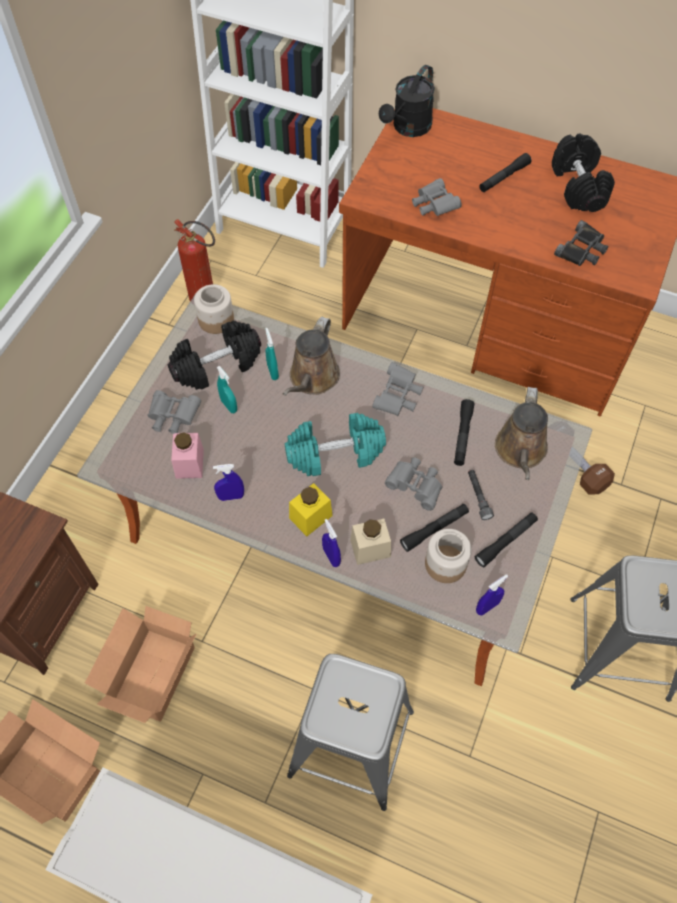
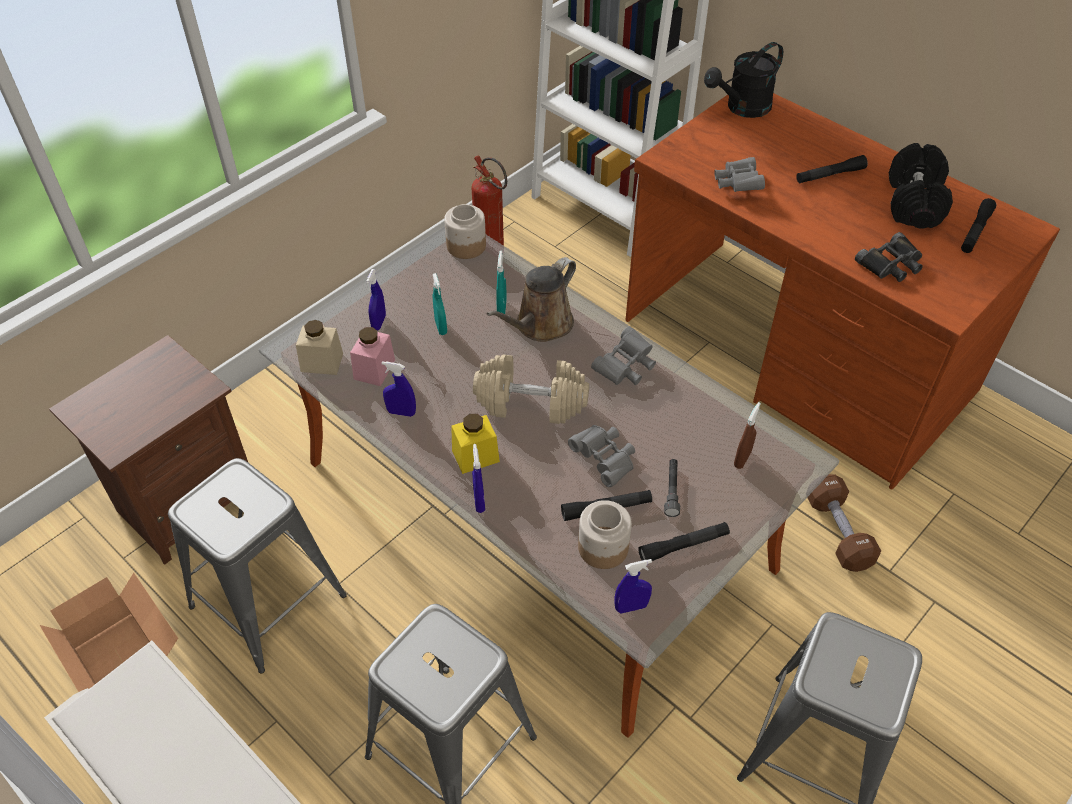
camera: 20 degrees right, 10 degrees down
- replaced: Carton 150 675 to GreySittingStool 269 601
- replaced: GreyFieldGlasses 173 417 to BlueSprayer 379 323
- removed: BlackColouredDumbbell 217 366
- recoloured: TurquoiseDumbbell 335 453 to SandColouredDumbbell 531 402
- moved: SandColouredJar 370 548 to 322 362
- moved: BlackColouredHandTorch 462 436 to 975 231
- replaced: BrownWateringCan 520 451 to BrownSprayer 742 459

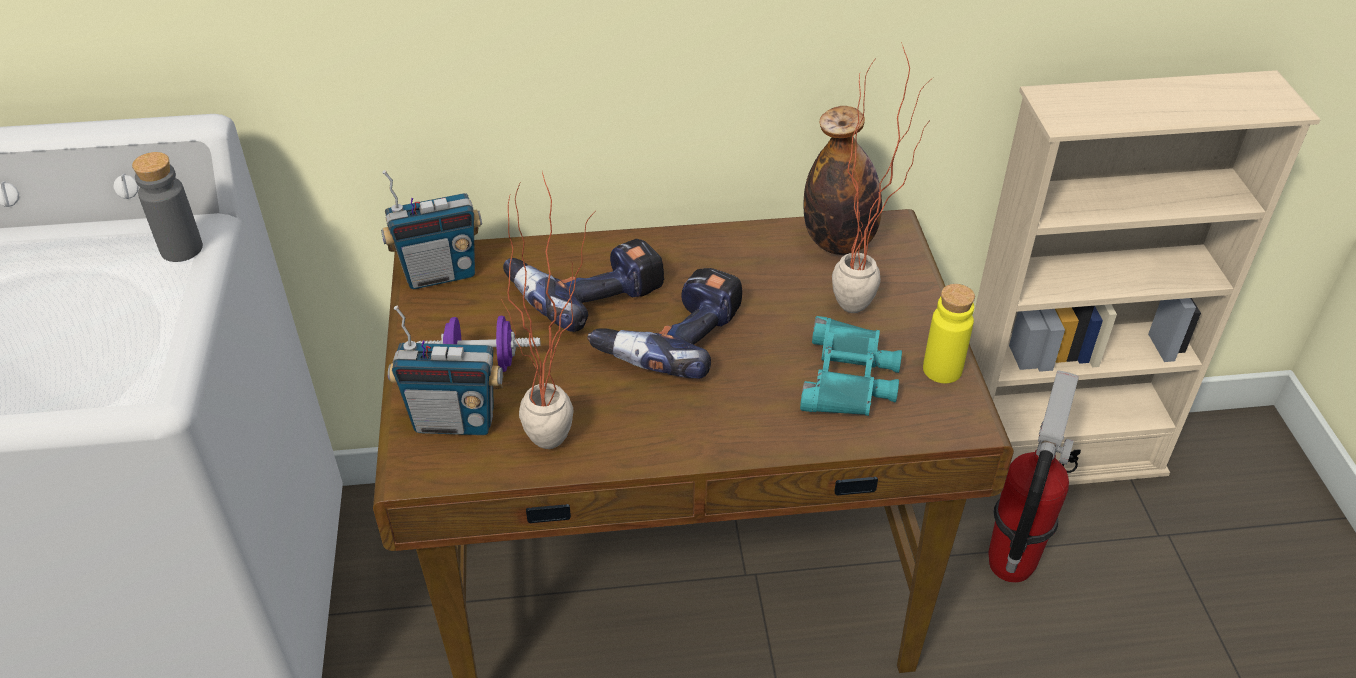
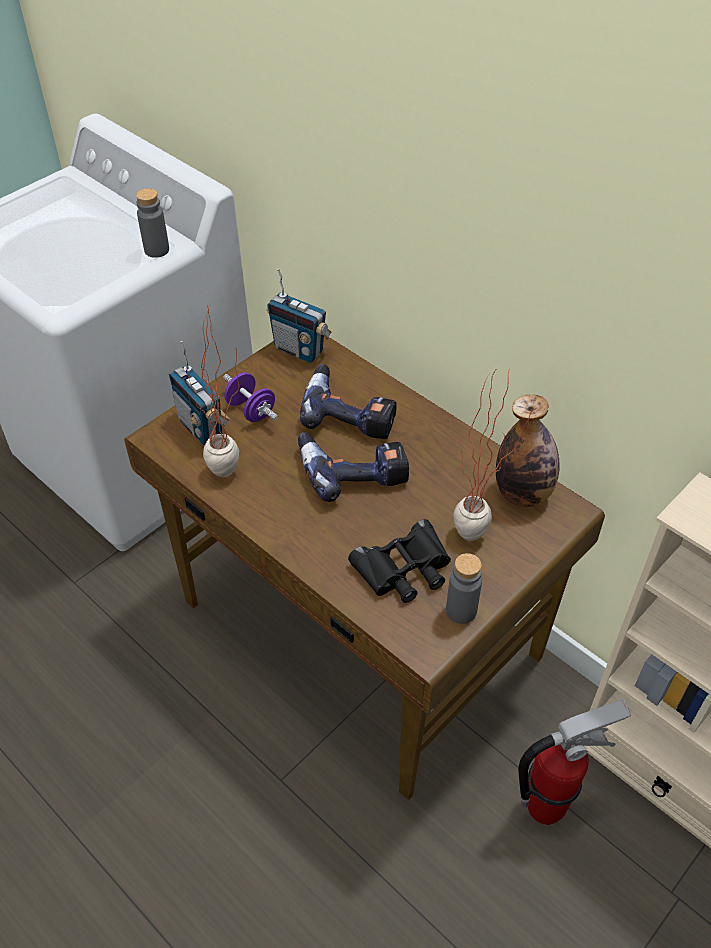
camera: 50 degrees right, 5 degrees up
- recoloured: TurquoiseFieldGlasses 850 378 to BlackColouredFieldGlasses 404 569
- recoloured: YellowColouredDrinkBottle 942 369 to GreyDrinkBottle 461 611

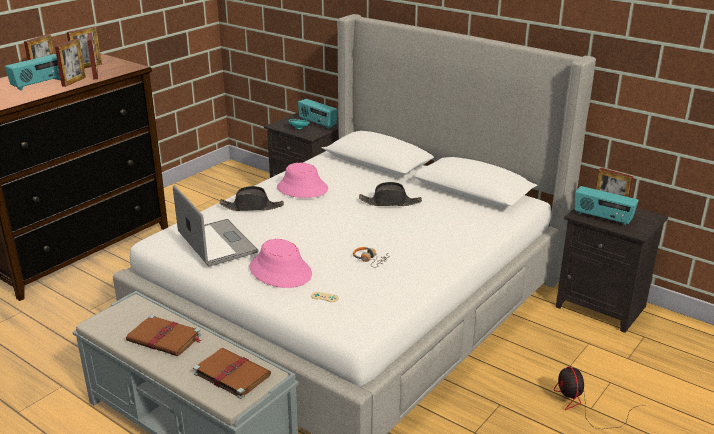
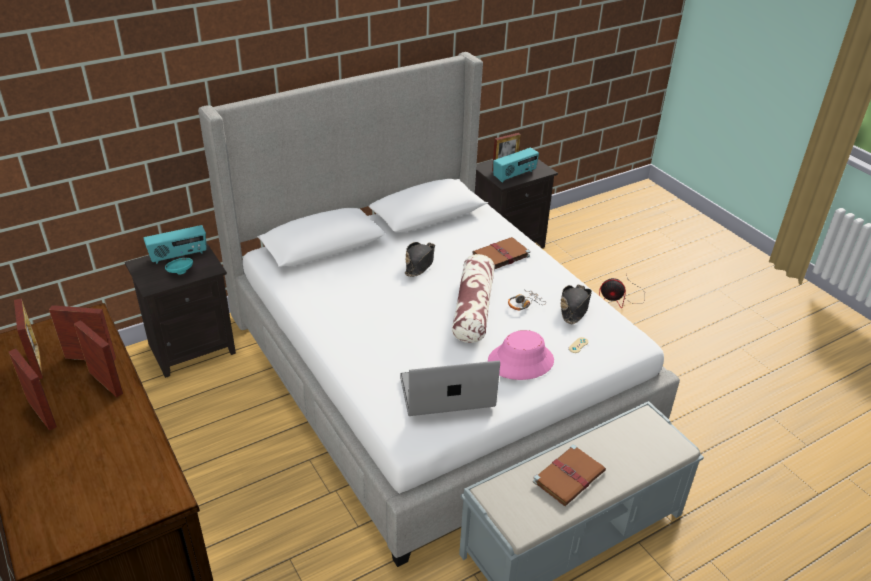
camera: 70 degrees left, 10 degrees up
- removed: RadioReceiver 39 84
- moved: BrownBoundBook 230 374 to 500 256
- moved: BlackColouredWearableHat 252 207 to 574 308
- removed: PinkColouredWearableHat 302 189
- added: ThrowPillow 473 308

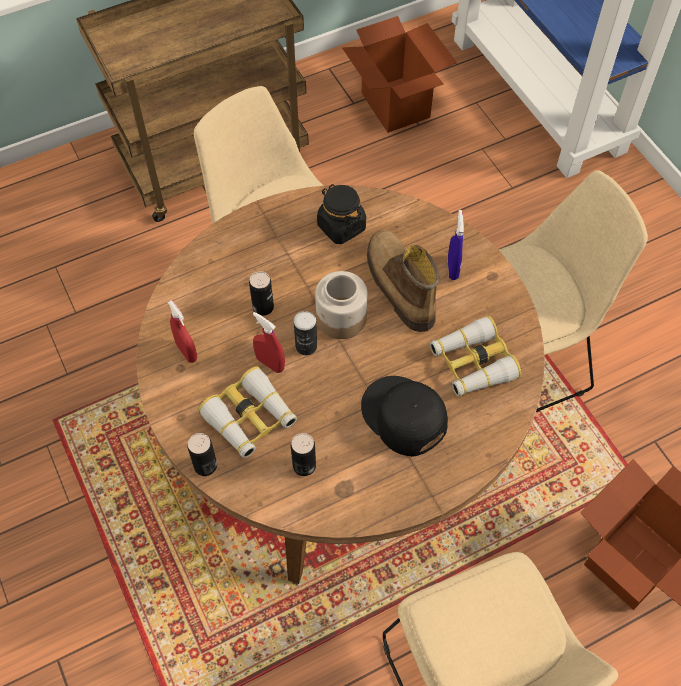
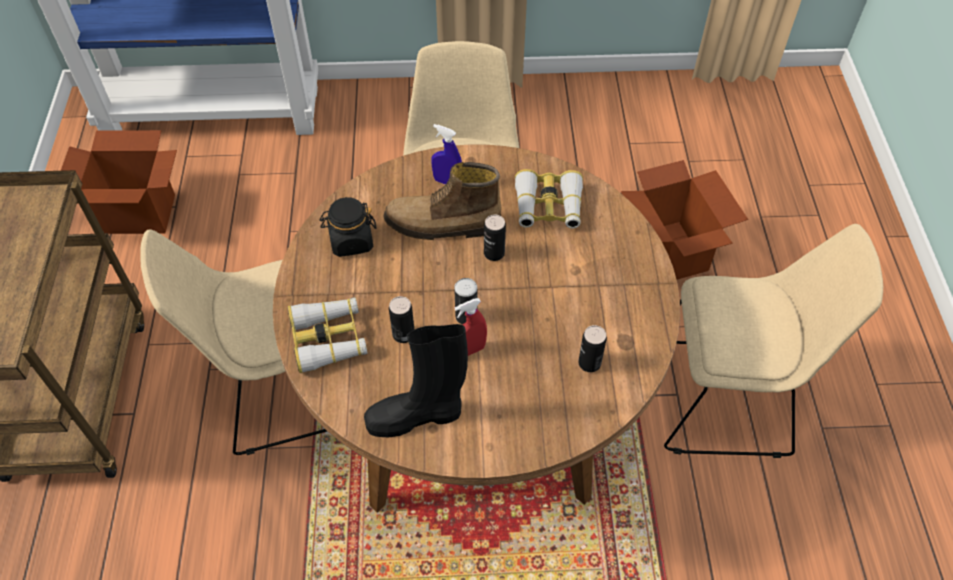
camera: 65 degrees left, 5 degrees down
- replaced: RedColouredSprayer 187 352 to BlackColouredBoot 417 416
- moved: SealedCan 205 466 to 494 253
- moved: FieldGlasses 250 418 to 329 339
- removed: Jar 341 319
- removed: BlackColouredPeakedCap 403 417

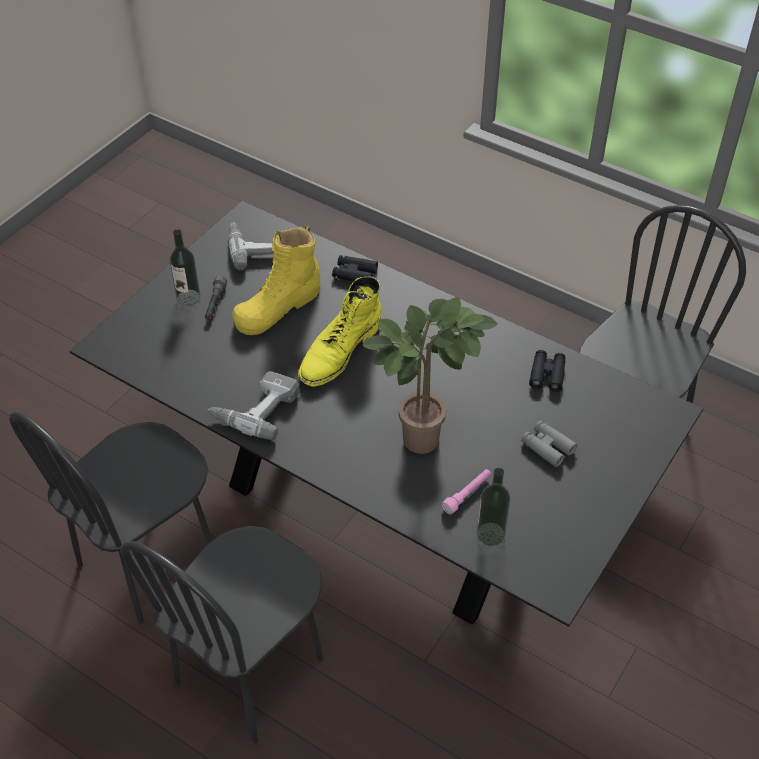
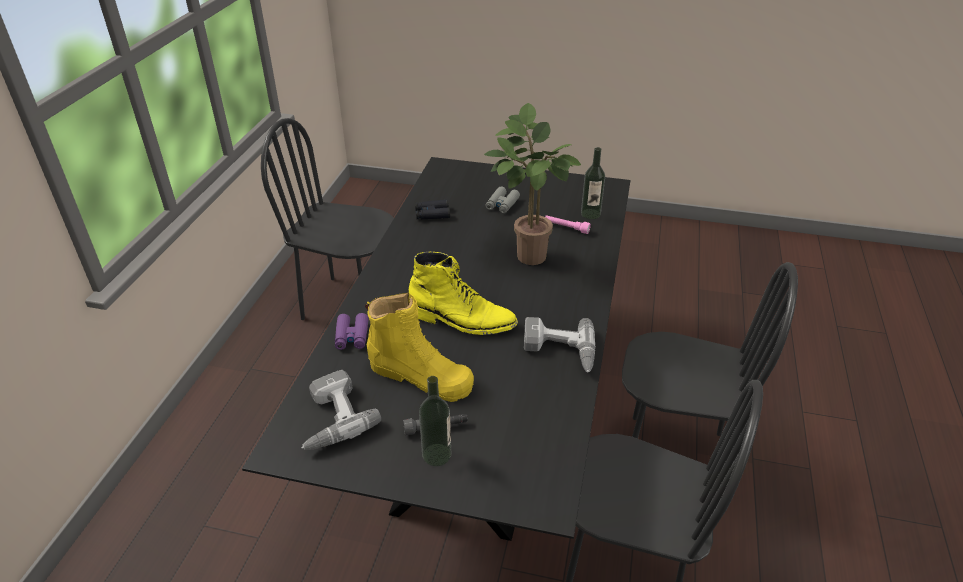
camera: 110 degrees left, 10 degrees down
- recoloured: BlackColouredFieldGlasses 354 274 to PurpleFieldGlasses 352 336

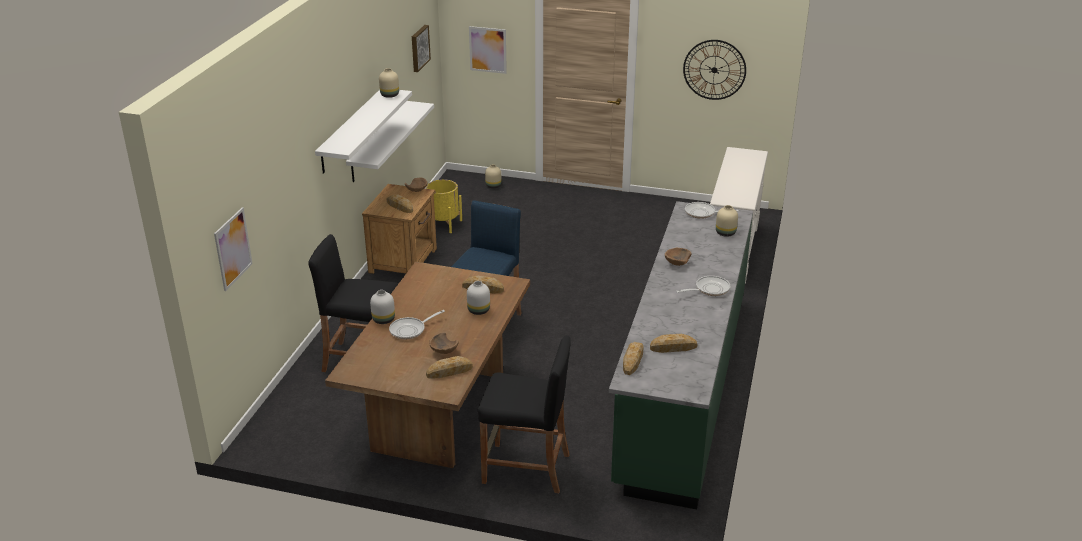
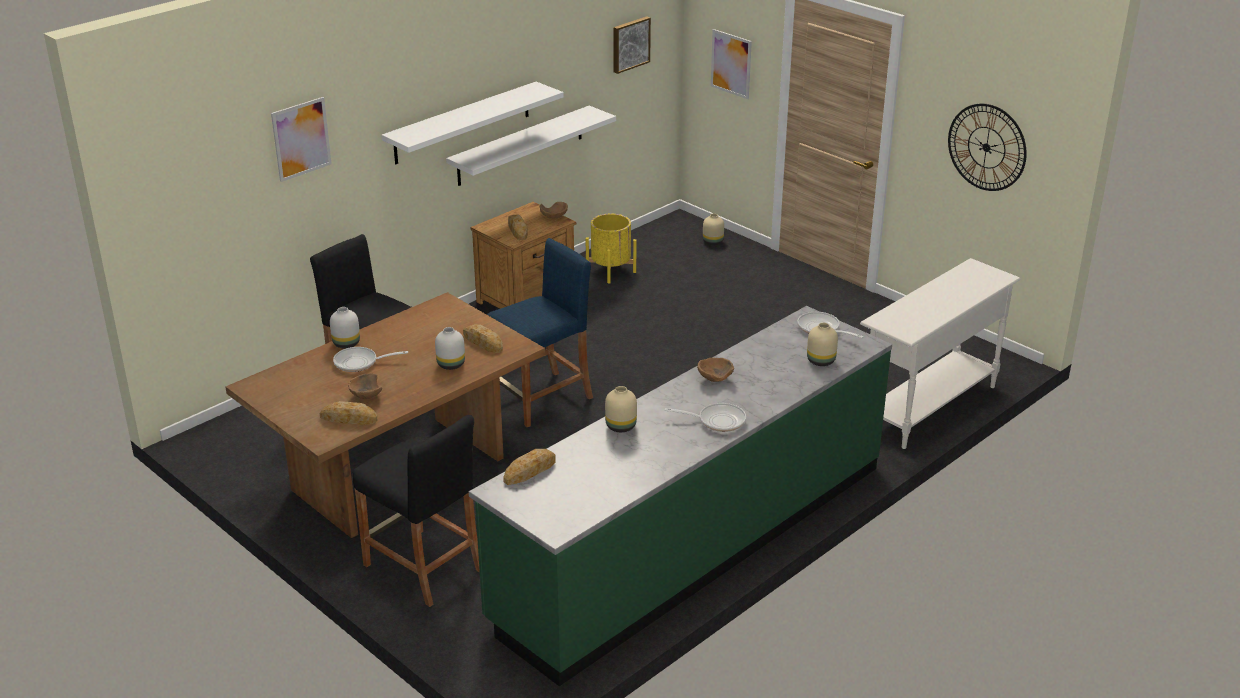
camera: 30 degrees right, 0 degrees up
- moved: WallPicture 233 249 to 301 139
- moved: SandColouredDecorativeVase 390 95 to 621 427
- removed: BakedBread 673 347

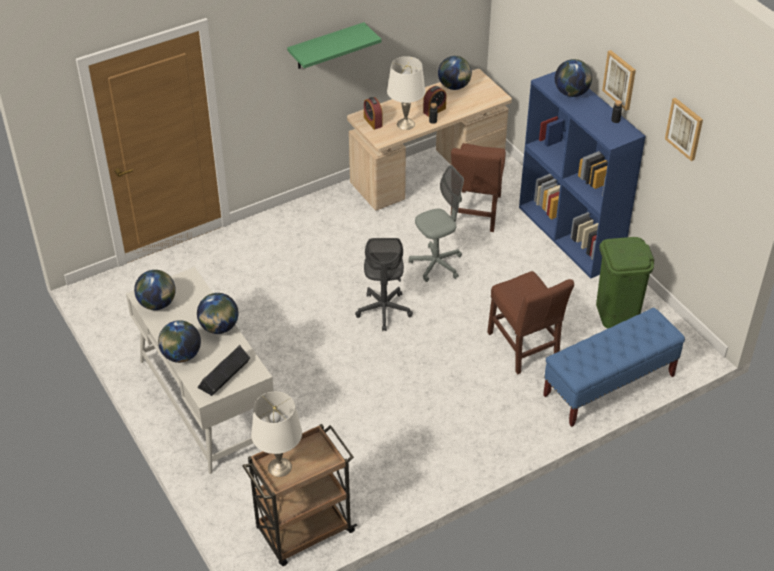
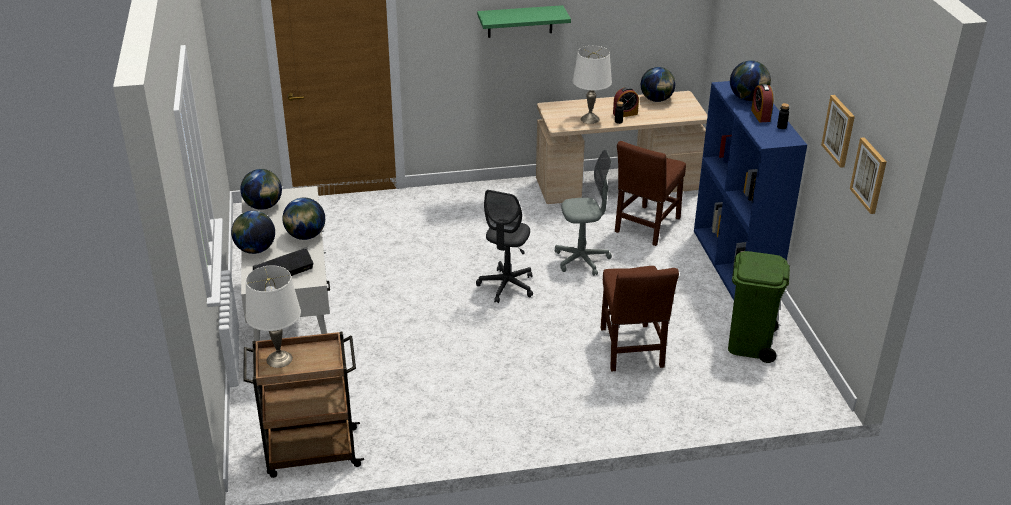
camera: 20 degrees right, 10 degrees down
- moved: BedsideClock 373 122 to 760 115
- removed: BlueBench 608 386
- moved: WallPicture 620 79 to 869 175

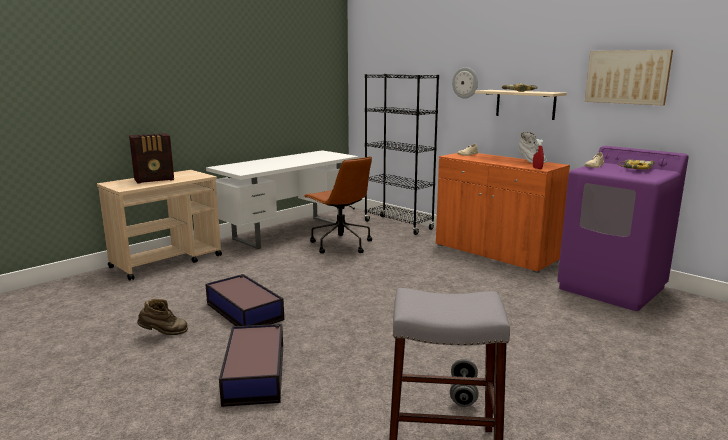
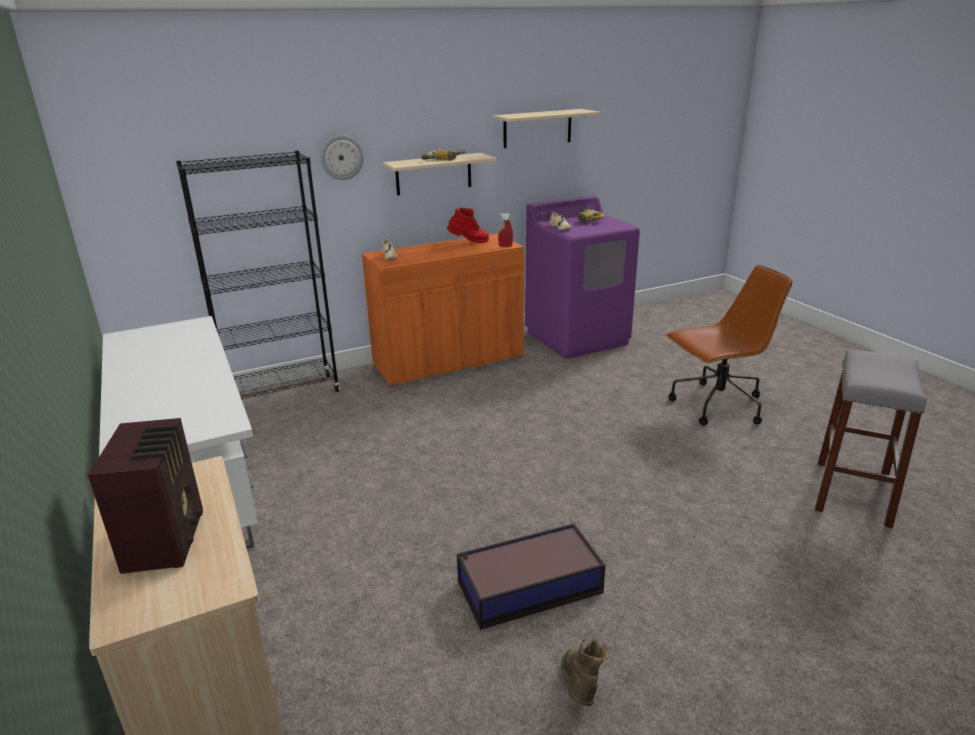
camera: 70 degrees left, 10 degrees up
- removed: StorageContainer 255 373
- moved: BrownOfficeChair 340 244 to 716 406
- removed: GreyDumbbell 463 393
- recoloured: WhitishBoot 530 162 to RedColouredBoot 468 242
- replaced: WallPicture 627 77 to SandColouredBracketShelf 537 128

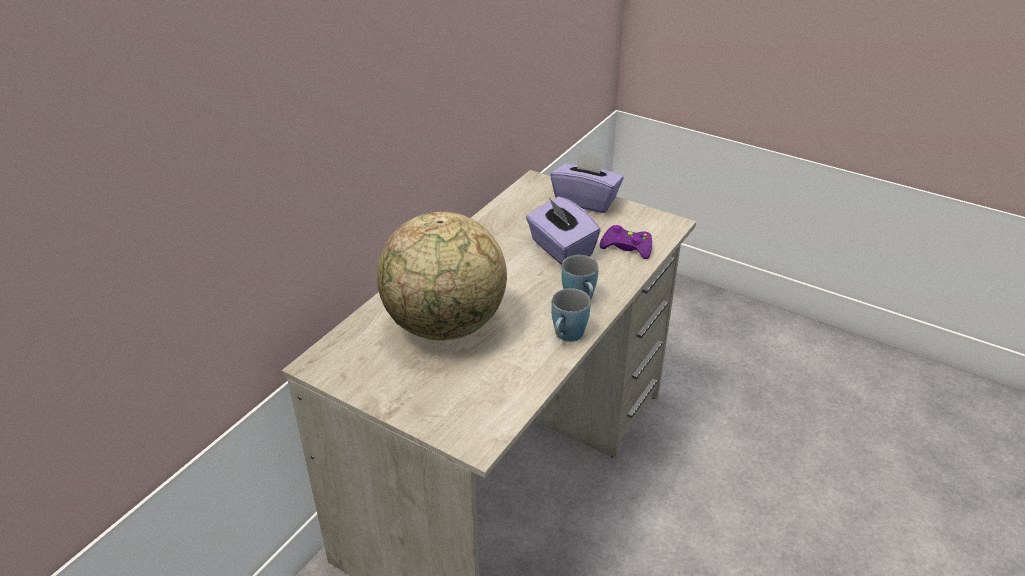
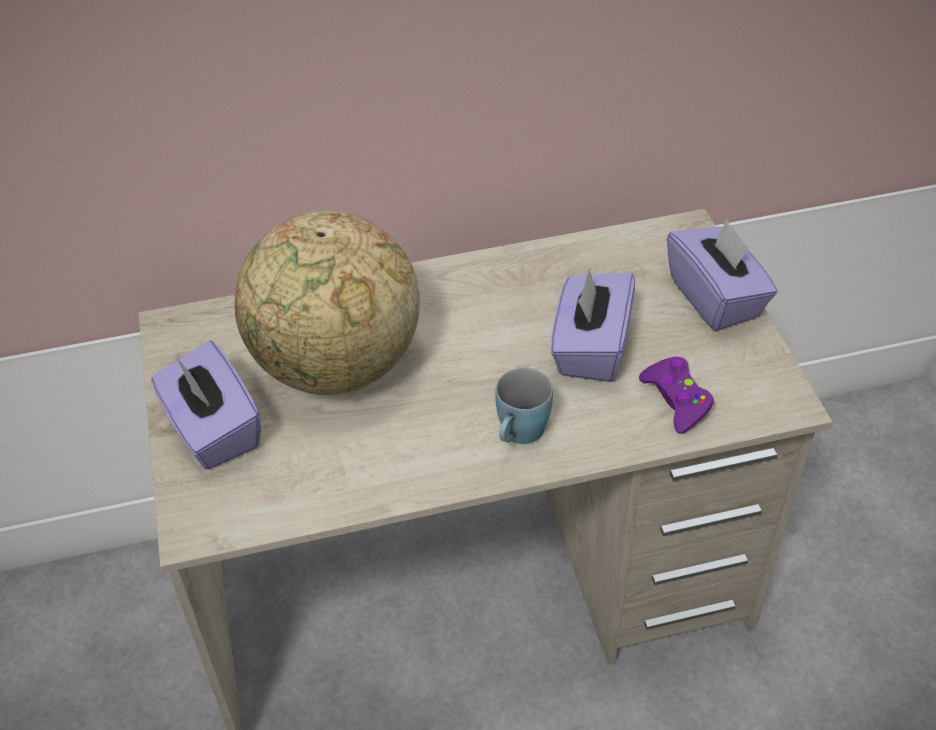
camera: 45 degrees right, 10 degrees up
- removed: BlueCoffeeMug 566 337
- added: PurpleTissueHolder 213 430

